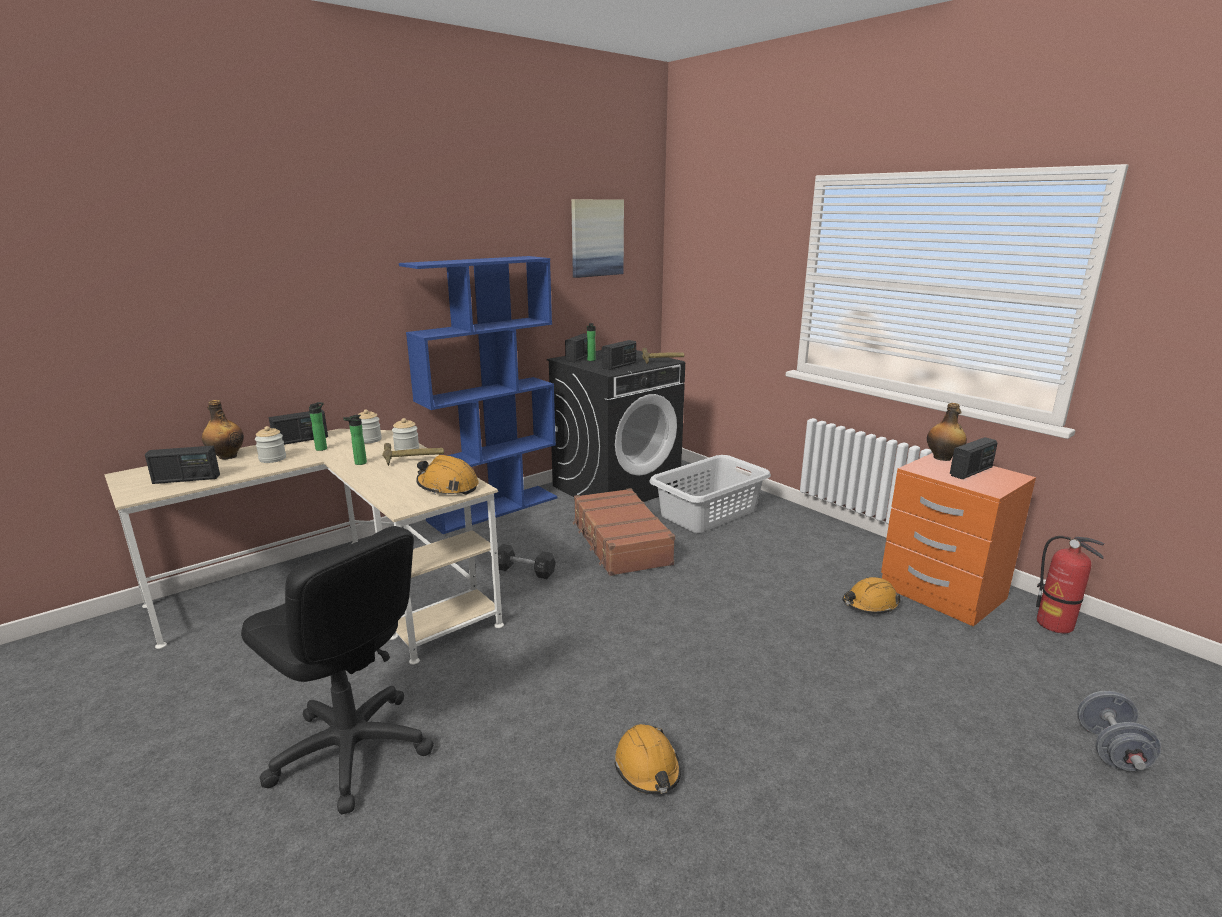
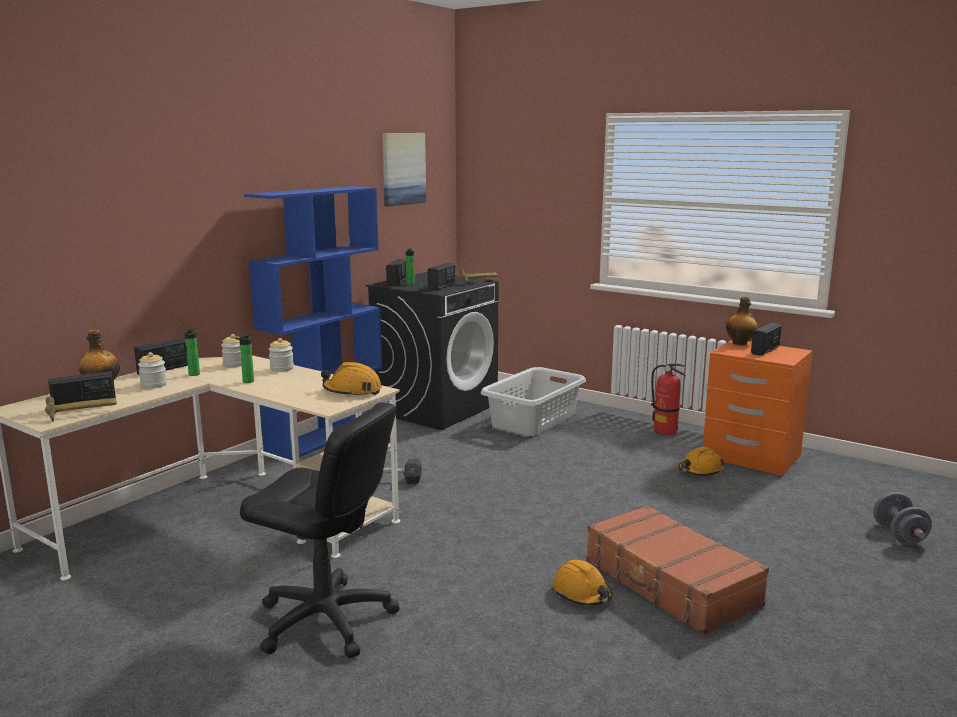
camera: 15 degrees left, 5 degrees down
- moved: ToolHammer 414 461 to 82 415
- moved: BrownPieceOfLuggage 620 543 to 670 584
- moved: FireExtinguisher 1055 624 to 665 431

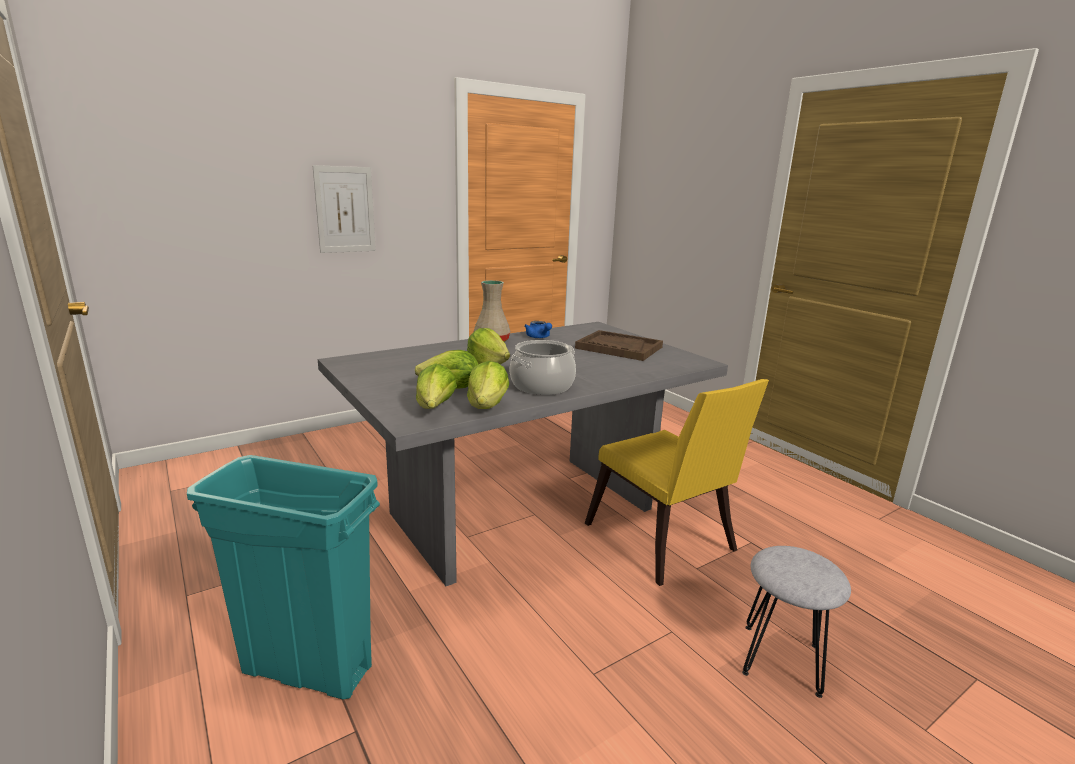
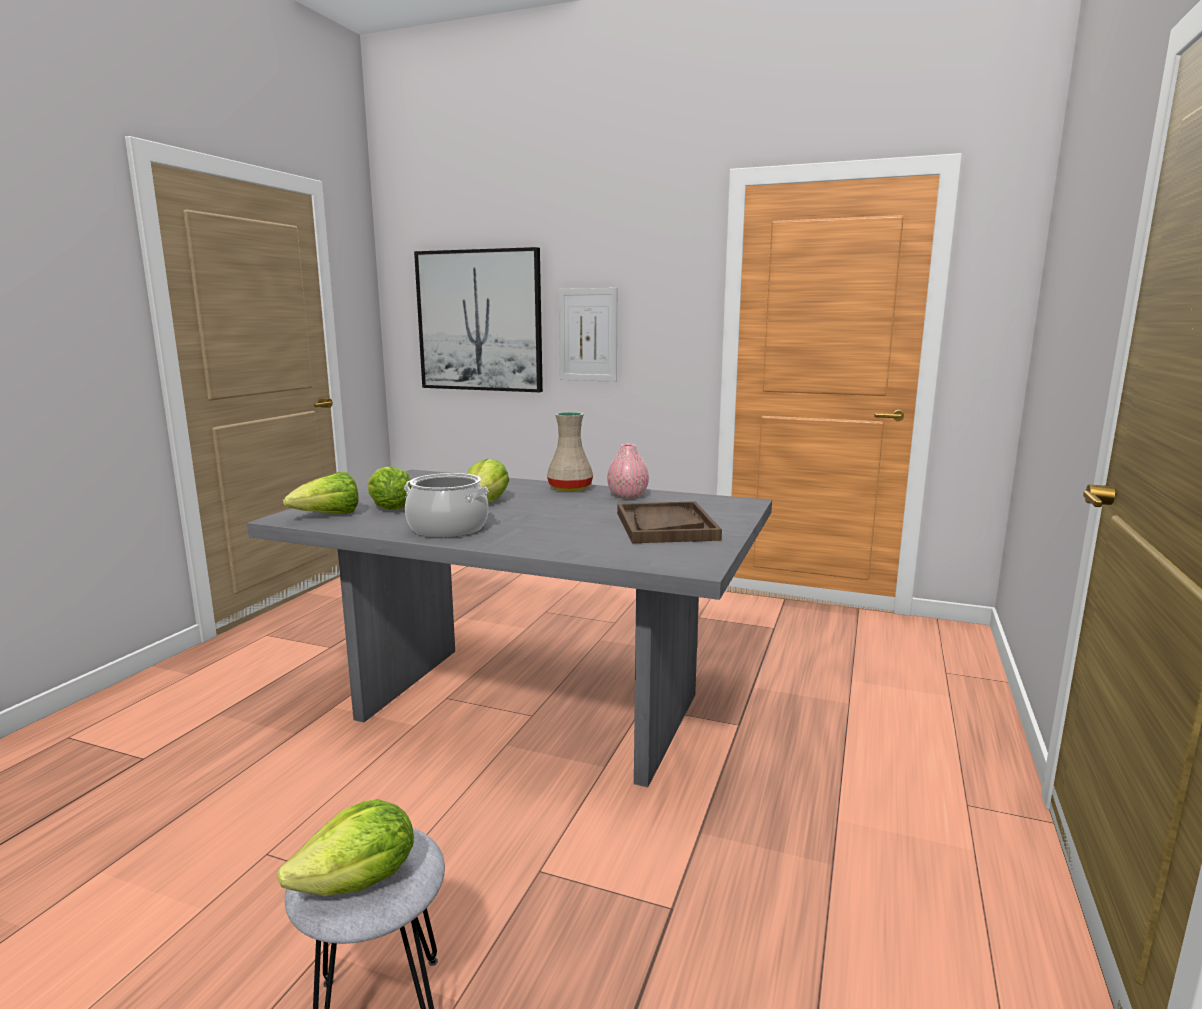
camera: 55 degrees right, 5 degrees down
- removed: TurquoiseTrashCan 306 669
- moved: LettuceHead 487 406 to 359 883
- replaced: BlueTeapot 539 337 to PinkColouredDecorativeVase 627 496
- removed: YellowColouredPlainChair 663 543
- added: WallPicture 479 321

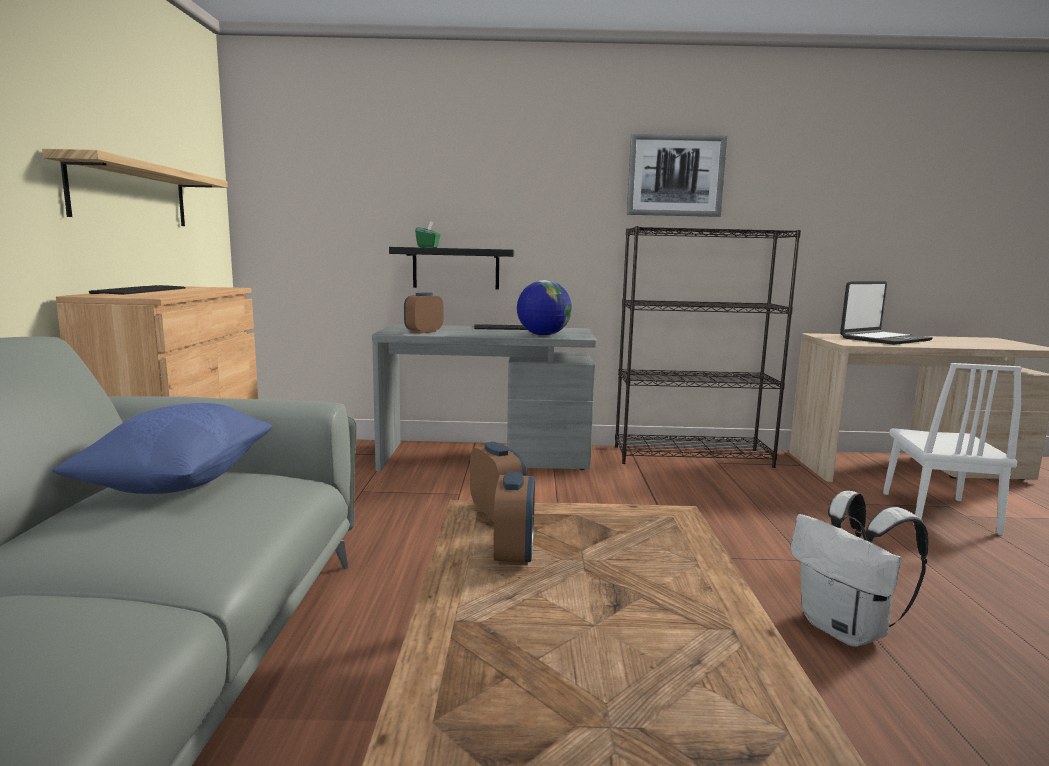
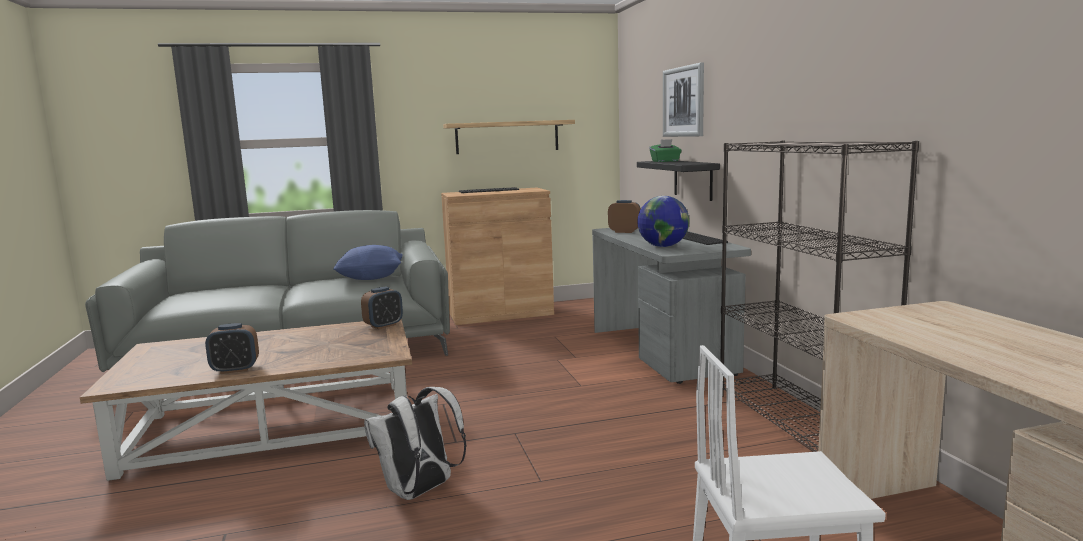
camera: 75 degrees right, 0 degrees up
- moved: BedsideClock 514 554 to 235 369
- moved: WallPicture 675 175 to 683 102
- removed: PortableComputer 884 339

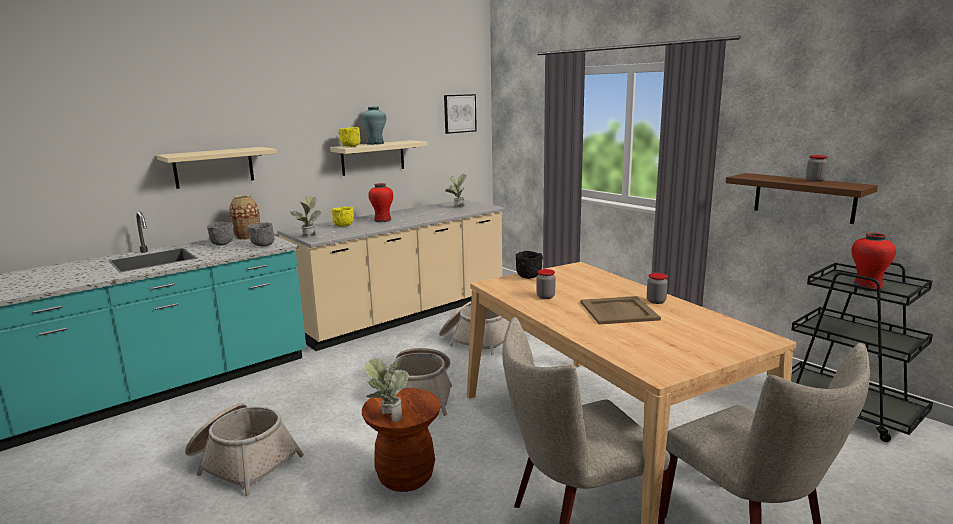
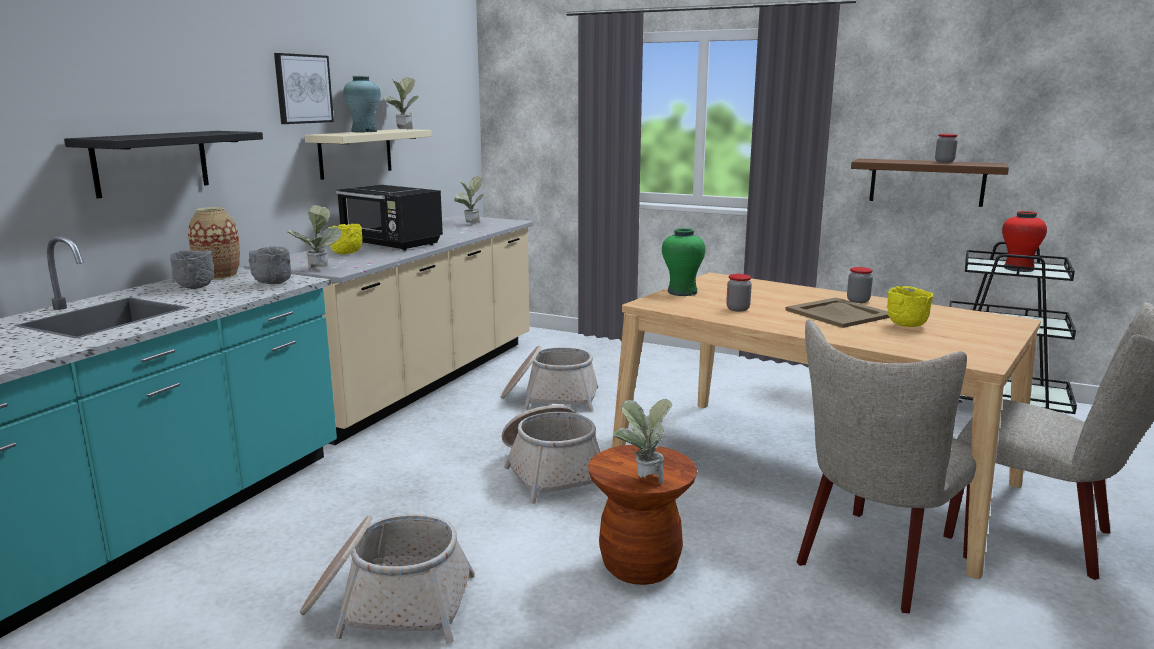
camera: 25 degrees left, 0 degrees up
- recoloured: SandColouredBracketShelf 214 167 to BlackColouredBracketShelf 151 163
- moved: YellowColouredBowl 350 146 to 905 326
- replaced: RedColouredDecorativeVase 382 220 to BlackColouredMicrowaveOven 392 243
- moved: WallPicture 459 113 to 303 89
- replaced: BlackColouredBowl 529 277 to GreenColouredDecorativeVase 682 292
- added: PottedPlant 402 129

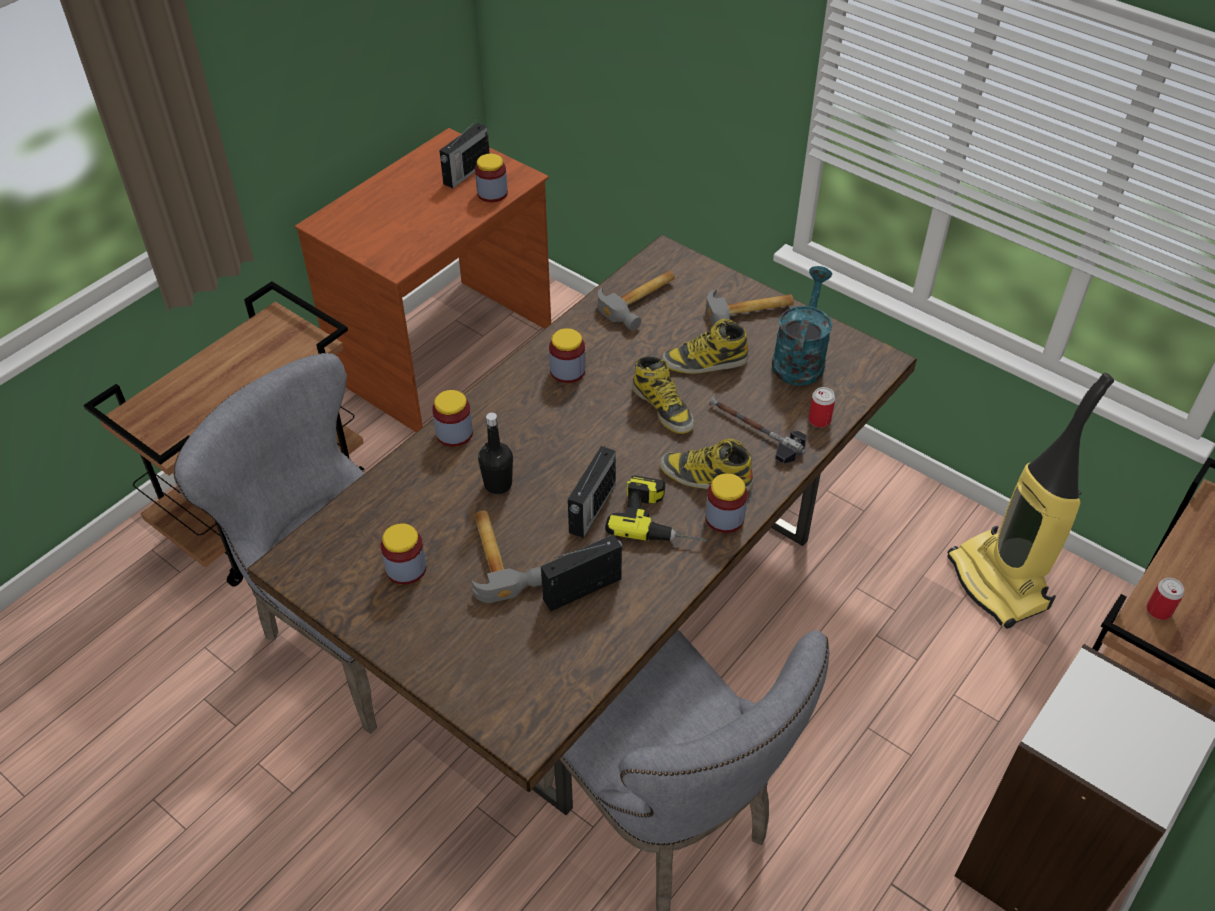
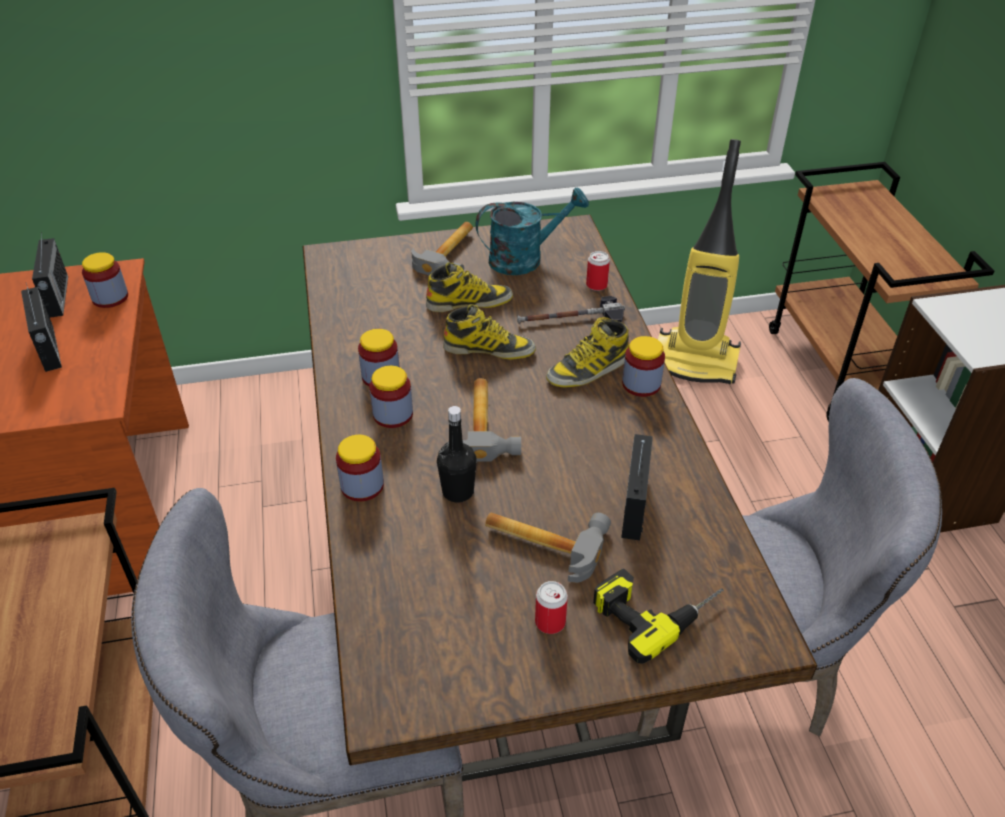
camera: 50 degrees left, 5 degrees down
- moved: Jar 406 568 to 393 414
- moved: RadioReceiver 591 509 to 49 349
- moved: ToolHammer 642 301 to 486 424
- moved: PowerDrill 661 518 to 655 607
- turned: Boot 704 362 = 469 302 135 degrees counterclockwise
- turned: TurquoiseWateringCan 800 358 = 525 258 105 degrees clockwise
- moved: SealedCan 1158 610 to 550 622

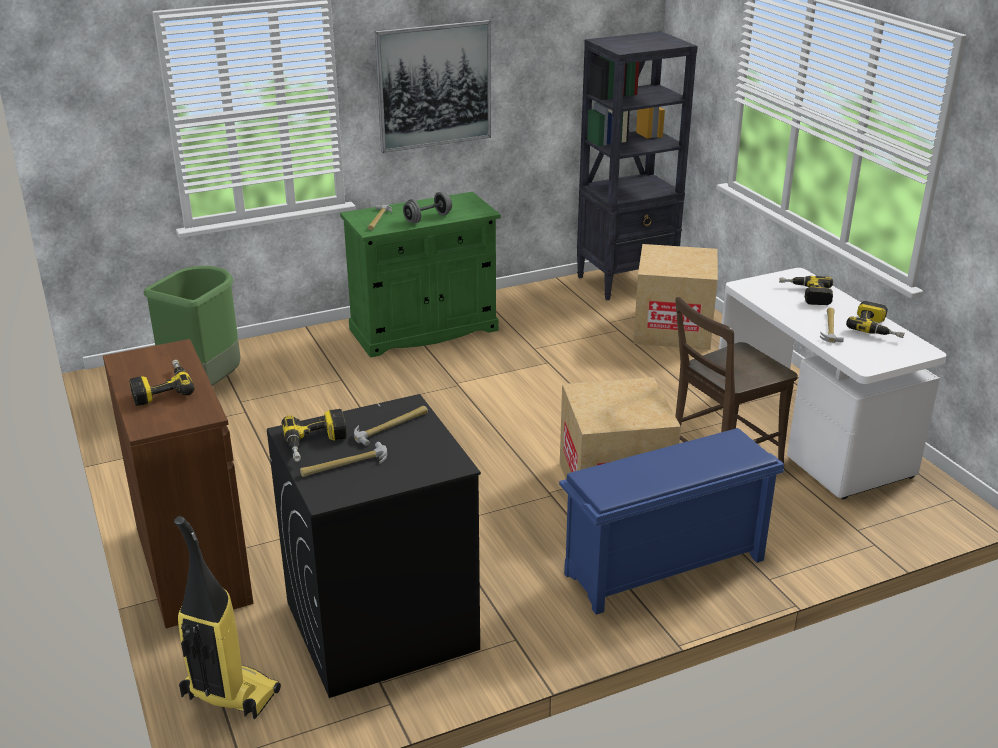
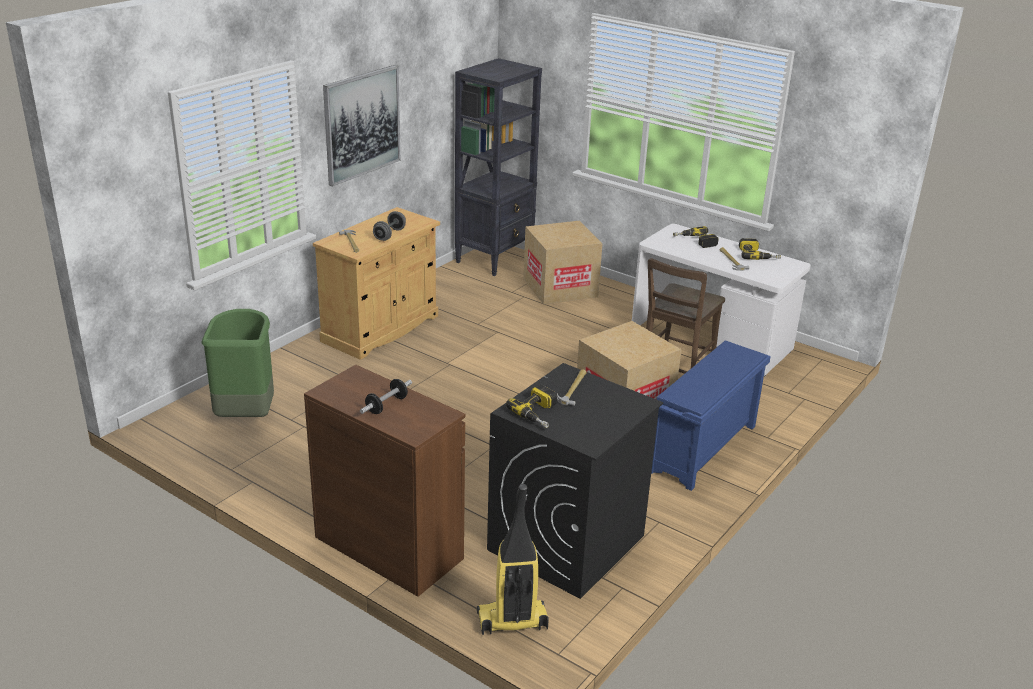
camera: 30 degrees left, 0 degrees up
- replaced: PowerDrill 161 389 to Dumbbell 386 405
- removed: ToolHammer 345 464
- recoloured: GreenColouredCabinet 424 330 to SandColouredCabinet 381 329

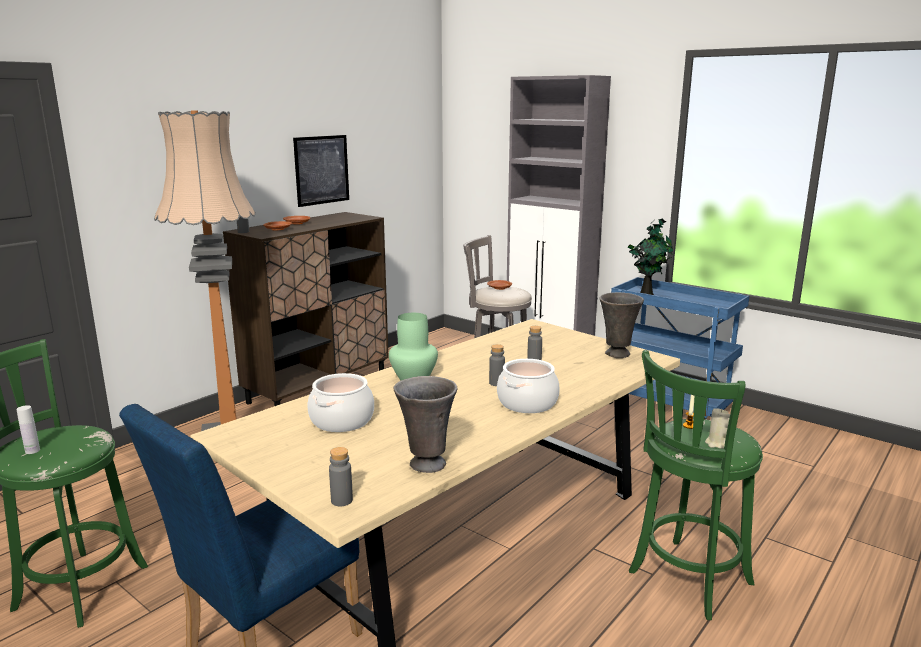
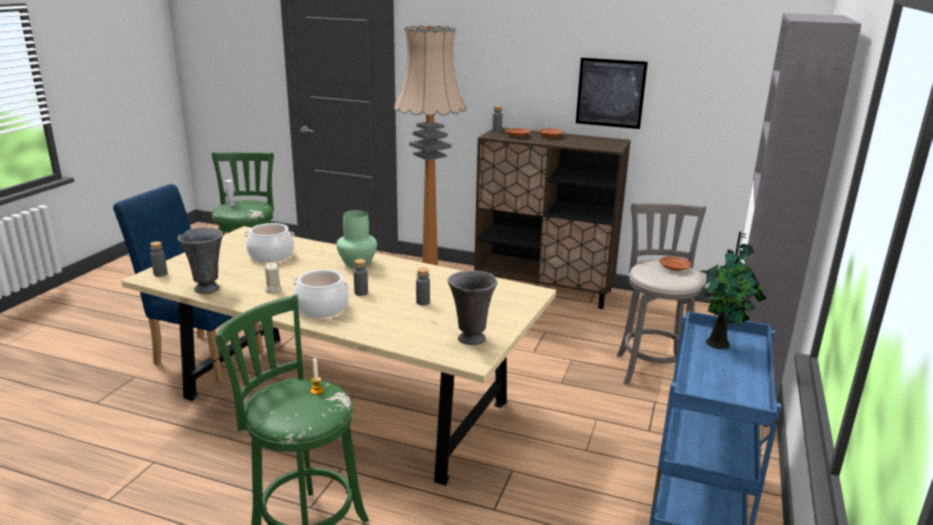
camera: 70 degrees right, 5 degrees up
- moved: SandColouredWaxLight 717 444 to 273 290

